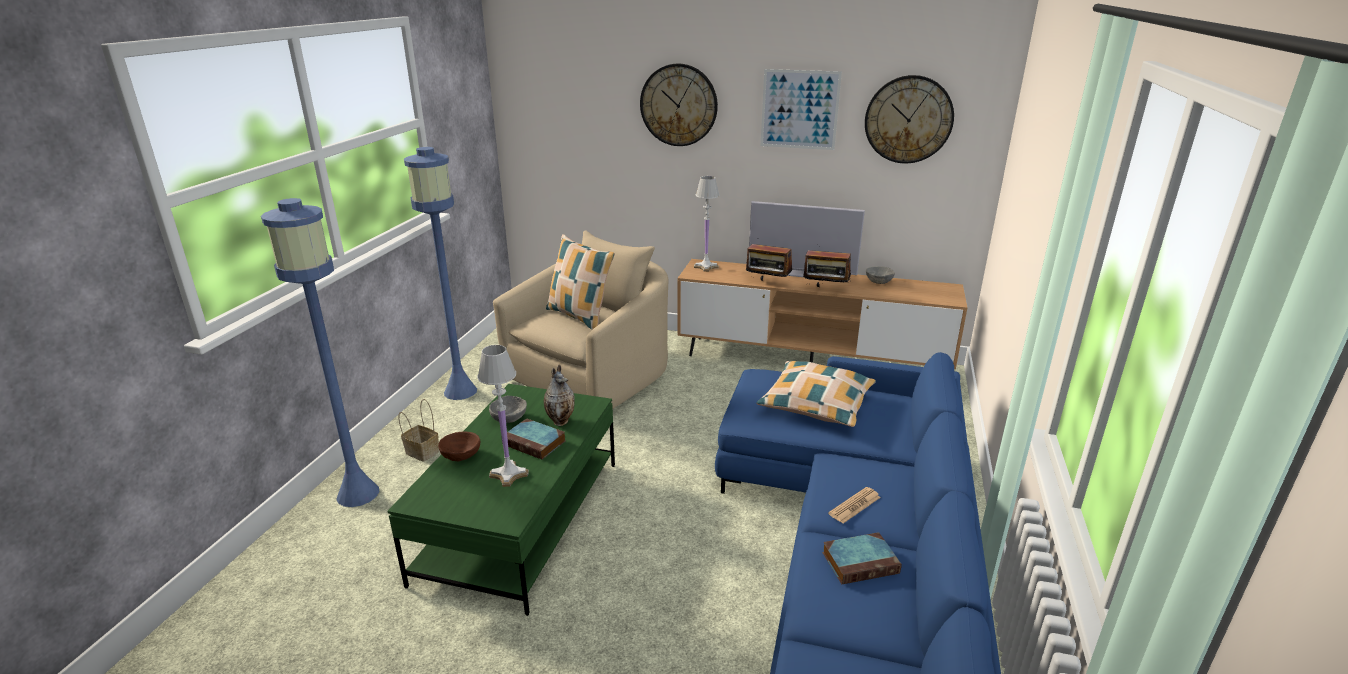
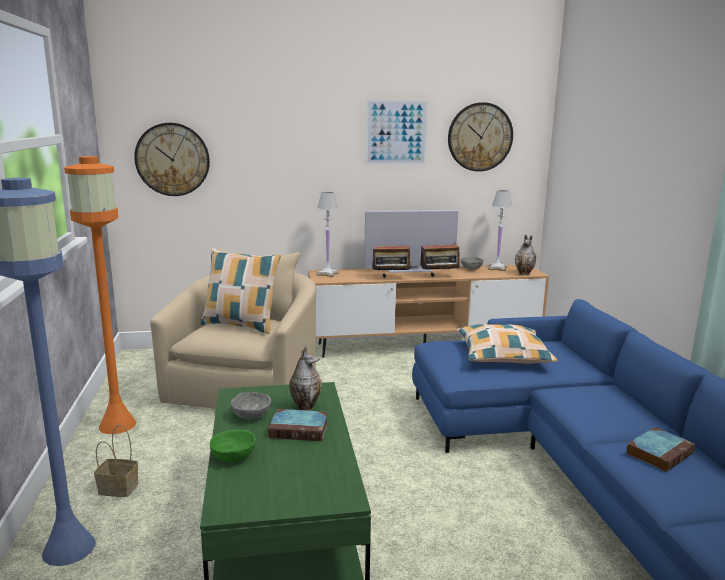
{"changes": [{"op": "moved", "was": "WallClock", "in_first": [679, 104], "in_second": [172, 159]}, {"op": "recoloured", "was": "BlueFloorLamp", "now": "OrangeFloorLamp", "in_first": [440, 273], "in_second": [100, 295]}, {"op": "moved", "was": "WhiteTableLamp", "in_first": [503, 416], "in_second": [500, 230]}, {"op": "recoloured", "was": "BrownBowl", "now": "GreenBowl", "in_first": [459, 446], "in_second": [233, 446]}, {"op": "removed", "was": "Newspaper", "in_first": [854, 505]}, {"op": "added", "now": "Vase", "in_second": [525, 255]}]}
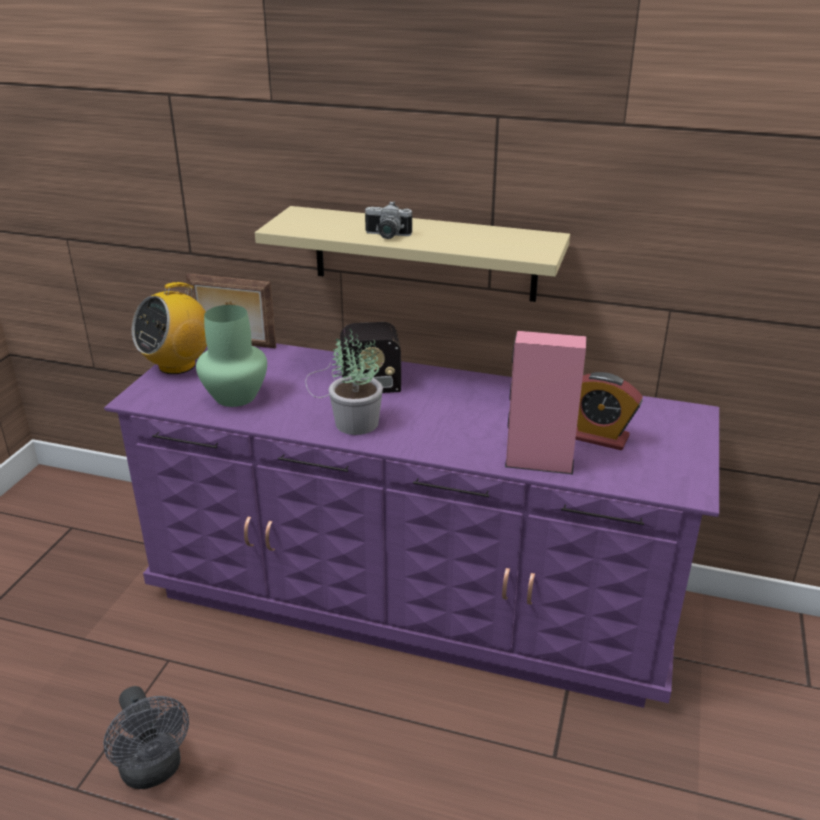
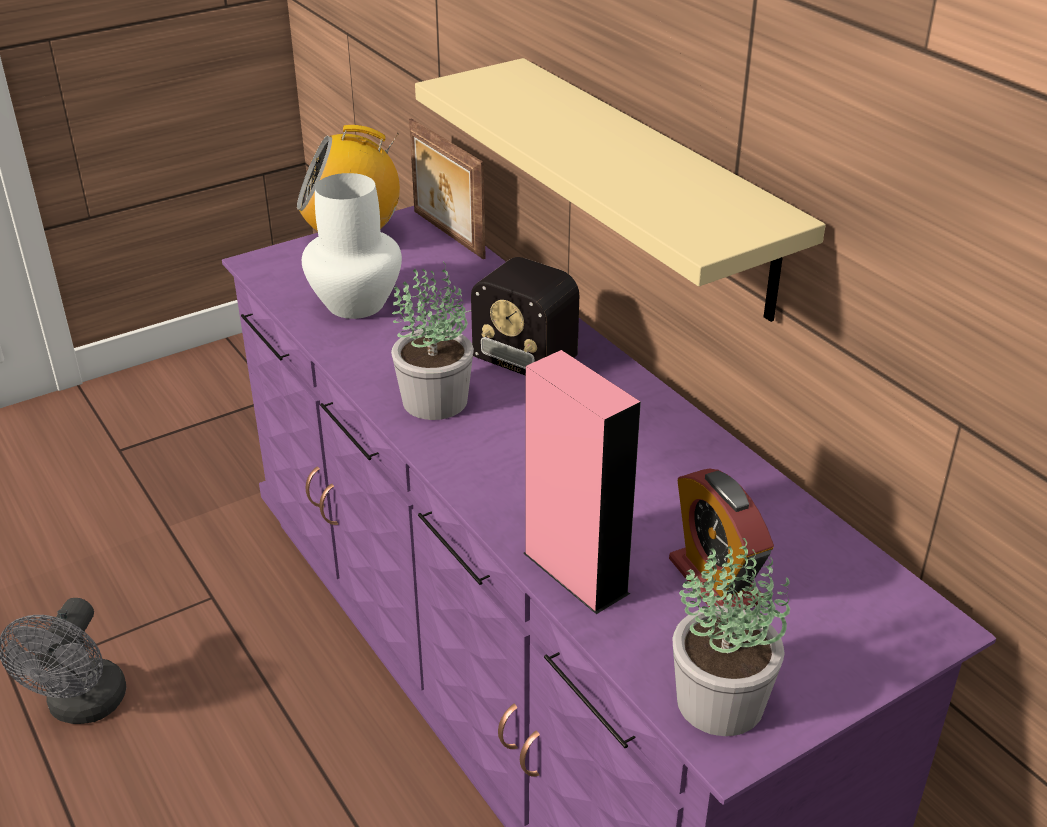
{"changes": [{"op": "removed", "was": "PhotoCamera", "in_first": [388, 220]}, {"op": "recoloured", "was": "GreenVase", "now": "WhiteVase", "in_first": [231, 356], "in_second": [352, 246]}, {"op": "added", "now": "PottedPlant", "in_second": [731, 637]}]}
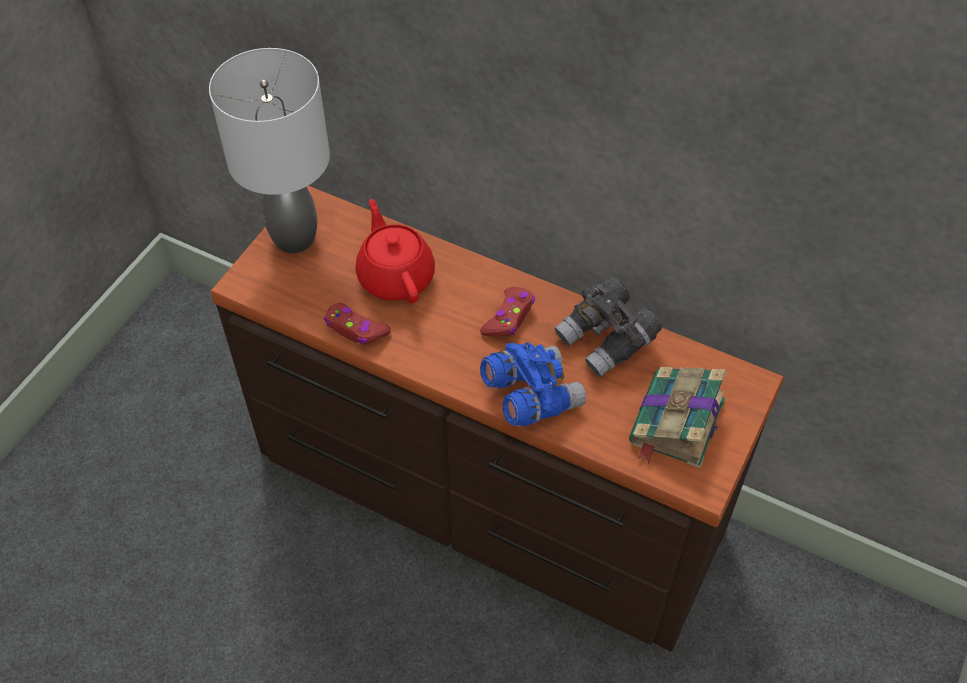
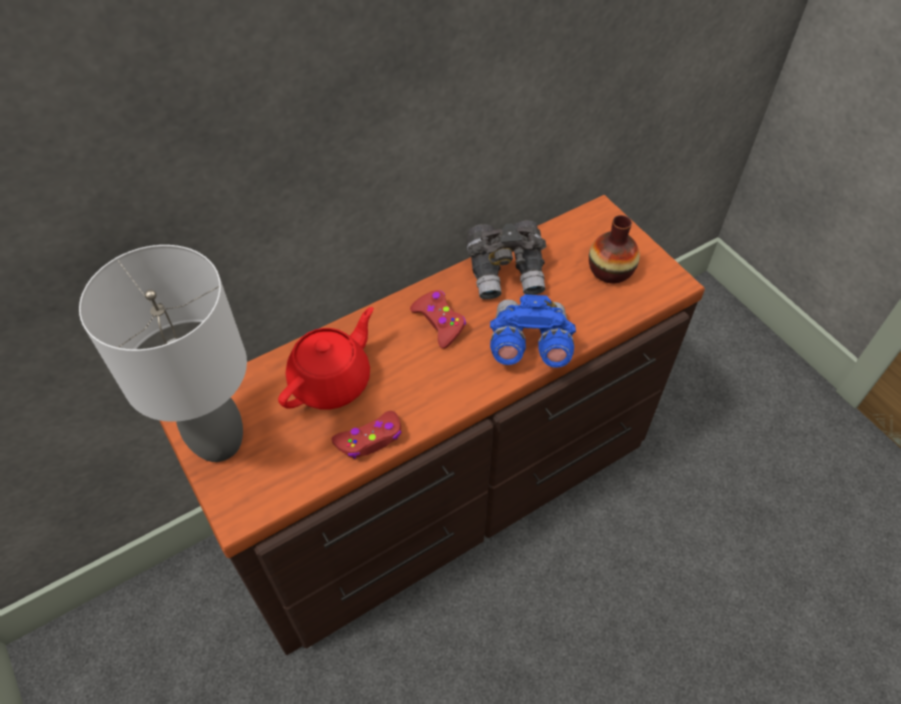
{"changes": [{"op": "turned", "was": "RedTeapot", "in_first": [395, 251], "in_second": [326, 358], "clockwise": 120}, {"op": "replaced", "was": "Book", "now": "Vase", "in_first": [677, 417], "in_second": [614, 249]}]}
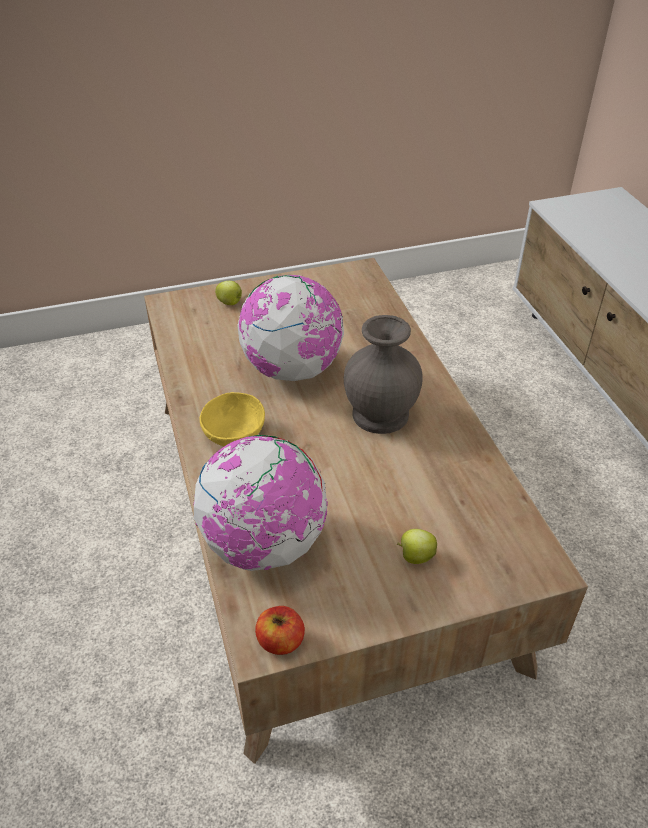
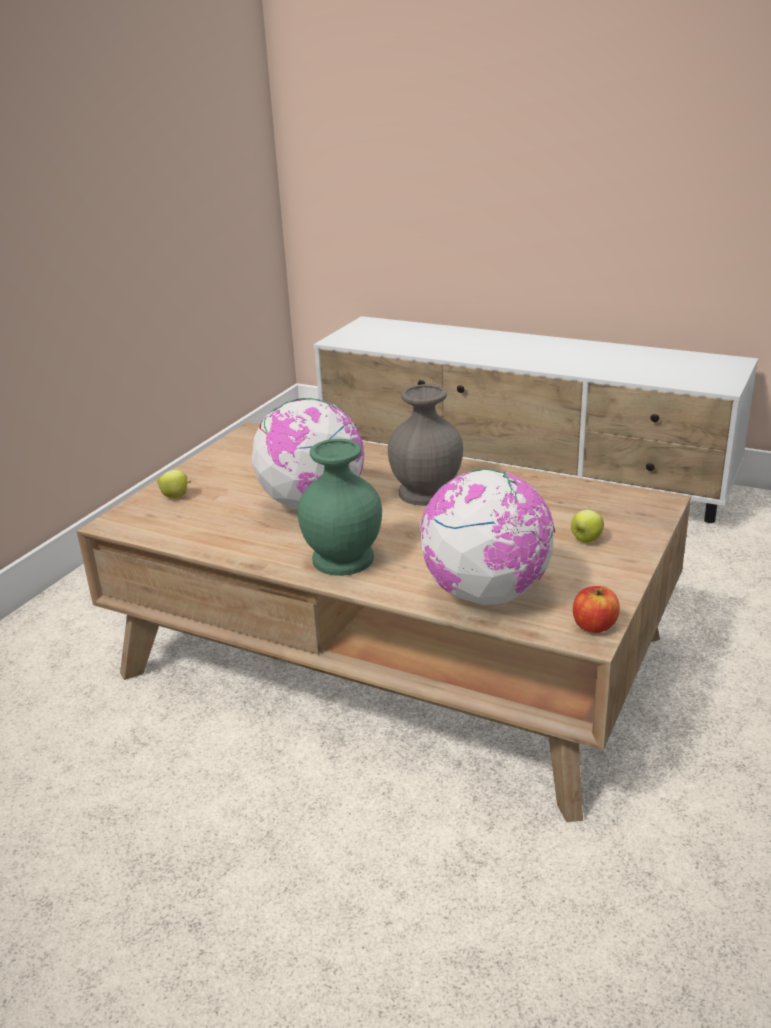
{"changes": [{"op": "replaced", "was": "YellowBowl", "now": "GreenVase", "in_first": [232, 419], "in_second": [340, 507]}]}
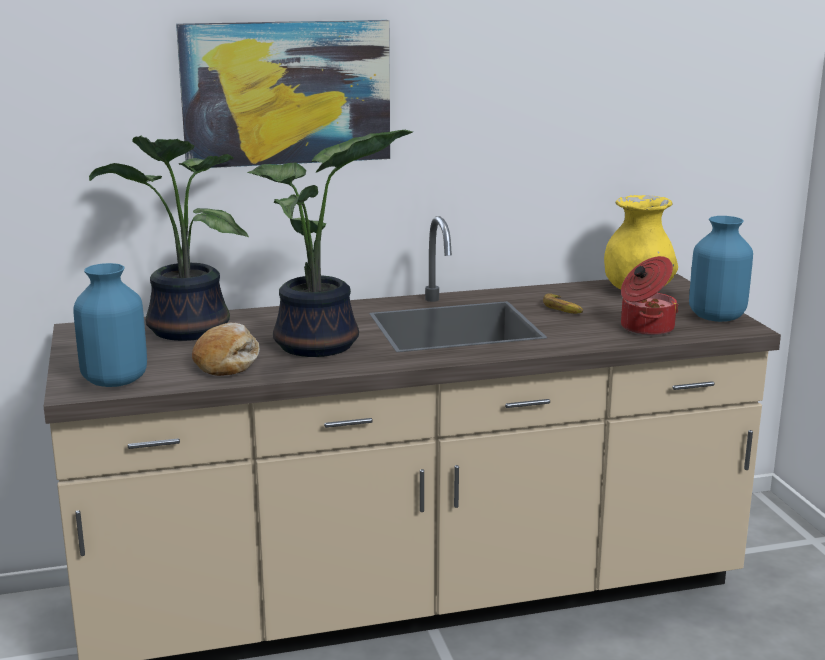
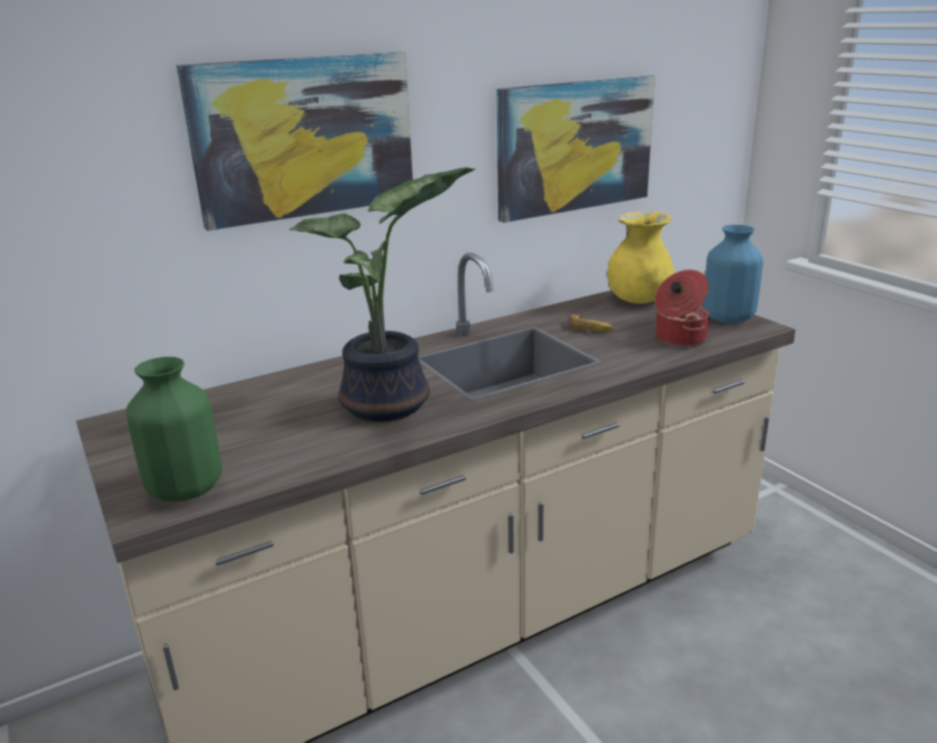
{"changes": [{"op": "removed", "was": "PottedPlant", "in_first": [169, 238]}, {"op": "recoloured", "was": "BlueVase", "now": "GreenVase", "in_first": [110, 325], "in_second": [174, 429]}, {"op": "removed", "was": "Bread", "in_first": [226, 349]}, {"op": "added", "now": "Picture", "in_second": [575, 149]}]}
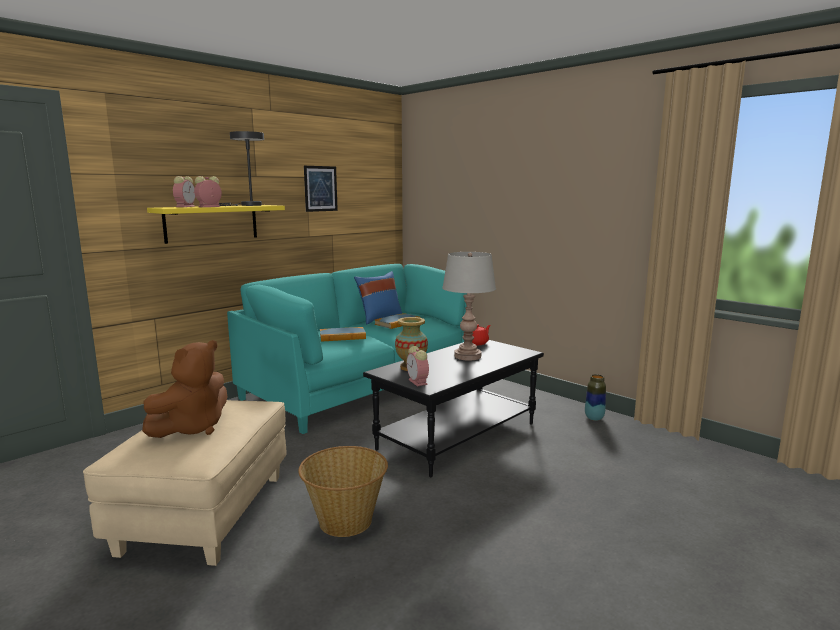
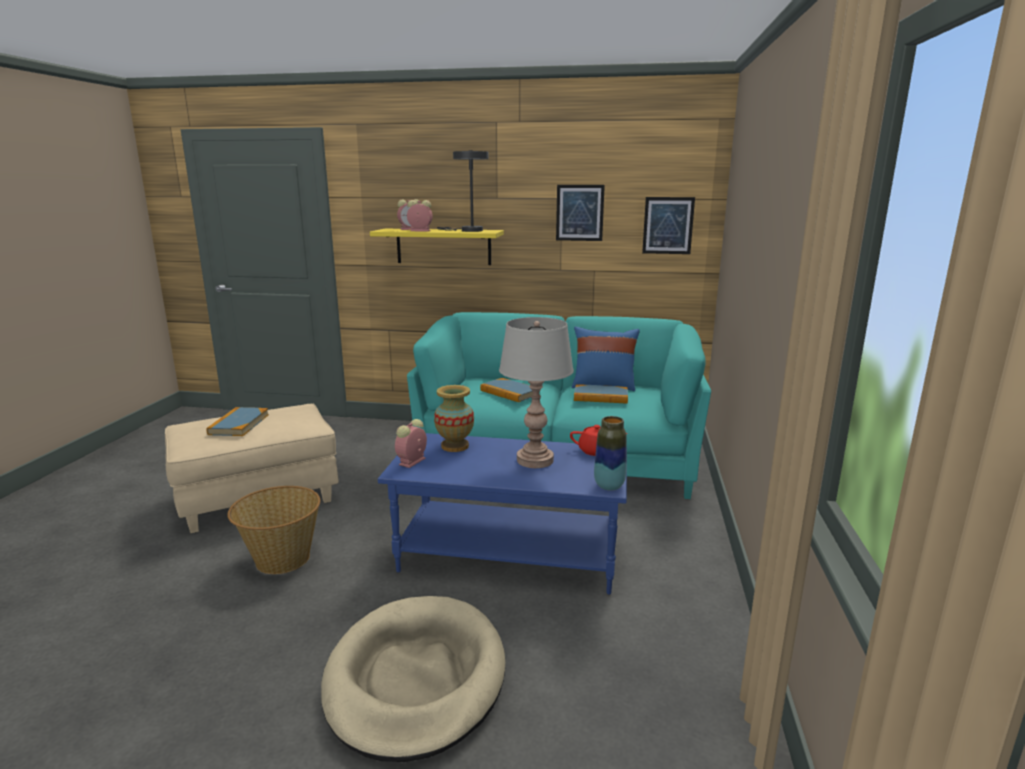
{"changes": [{"op": "replaced", "was": "BrownPlushToy", "now": "Book", "in_first": [185, 389], "in_second": [237, 421]}, {"op": "recoloured", "was": "BlackCoffeeTable", "now": "BlueCoffeeTable", "in_first": [453, 408], "in_second": [502, 514]}, {"op": "moved", "was": "Vase", "in_first": [595, 397], "in_second": [610, 453]}, {"op": "added", "now": "Picture", "in_second": [668, 225]}, {"op": "added", "now": "BeigeDogBed", "in_second": [413, 679]}]}
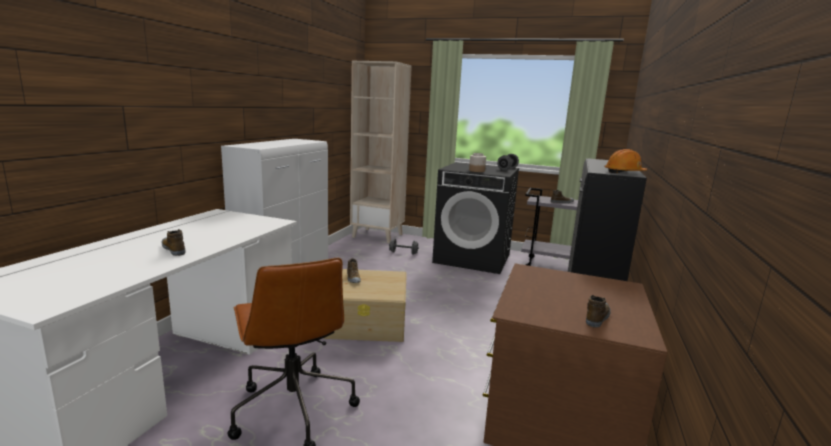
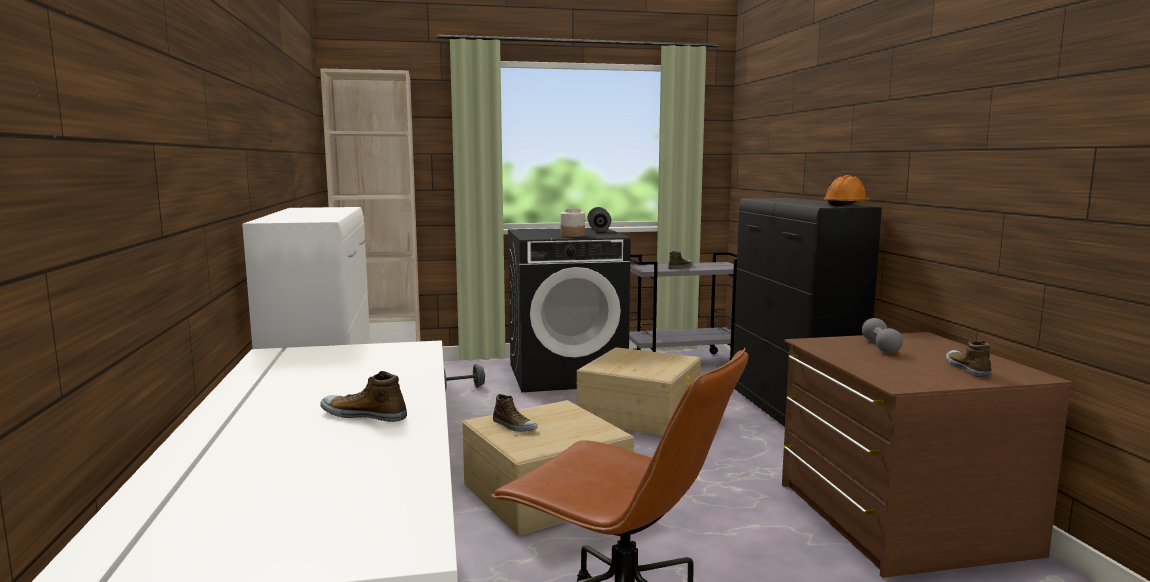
{"changes": [{"op": "added", "now": "GreyDumbbell", "in_second": [882, 336]}, {"op": "added", "now": "BeigeStorageBox", "in_second": [639, 391]}]}
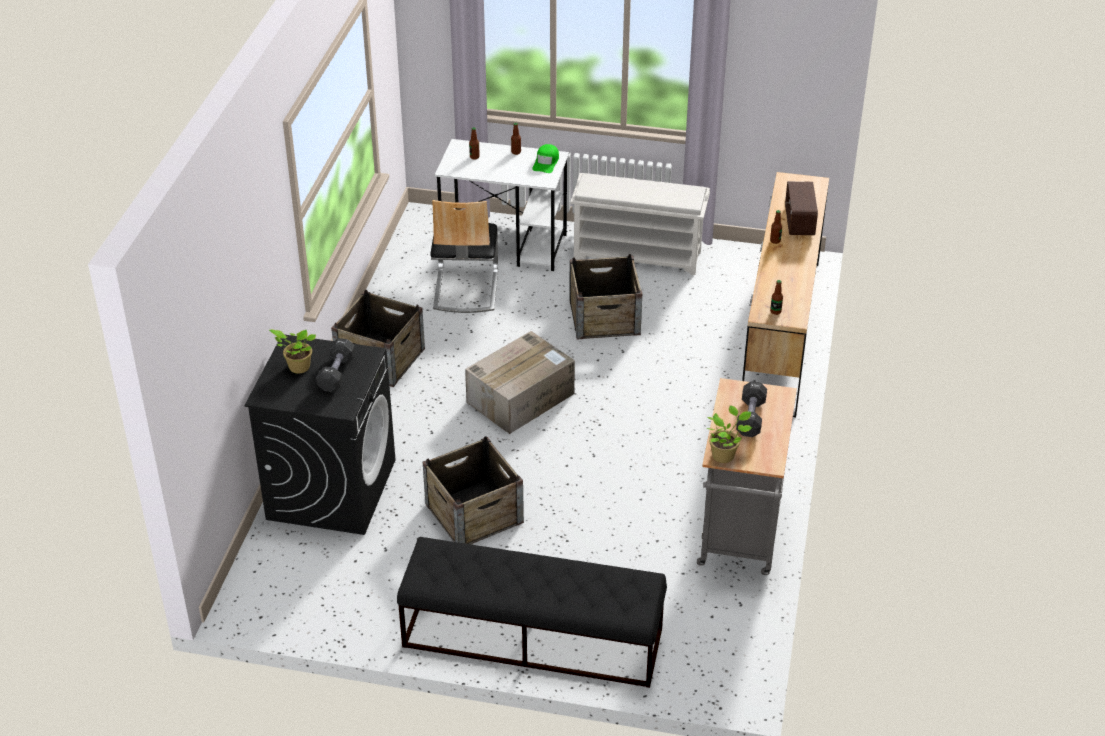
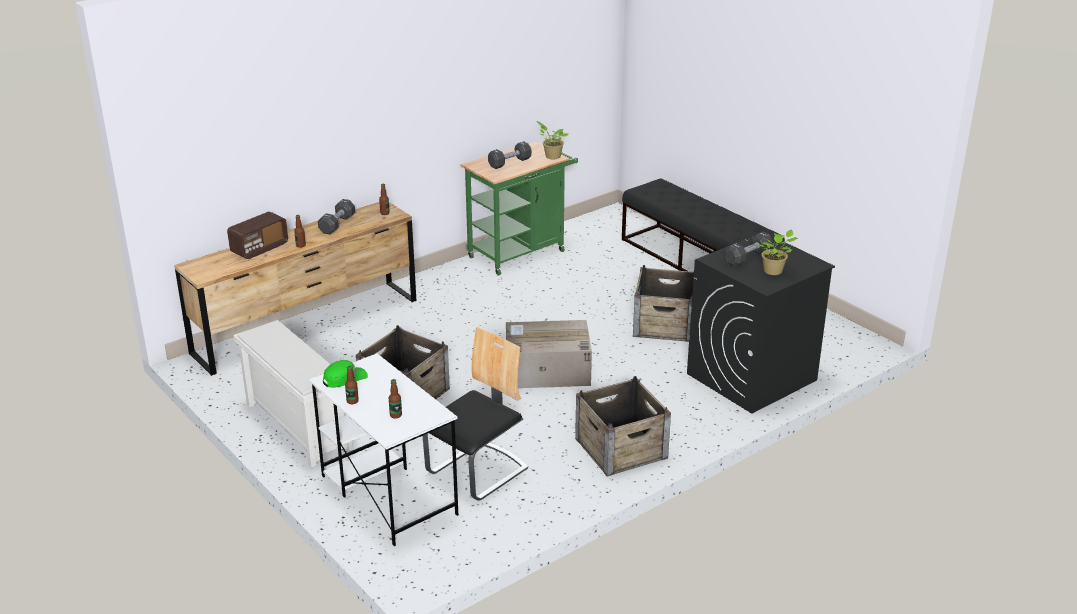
{"changes": [{"op": "recoloured", "was": "GreyCart", "now": "GreenCart", "in_first": [747, 476], "in_second": [519, 209]}, {"op": "added", "now": "BlackDumbbell", "in_second": [336, 217]}]}
